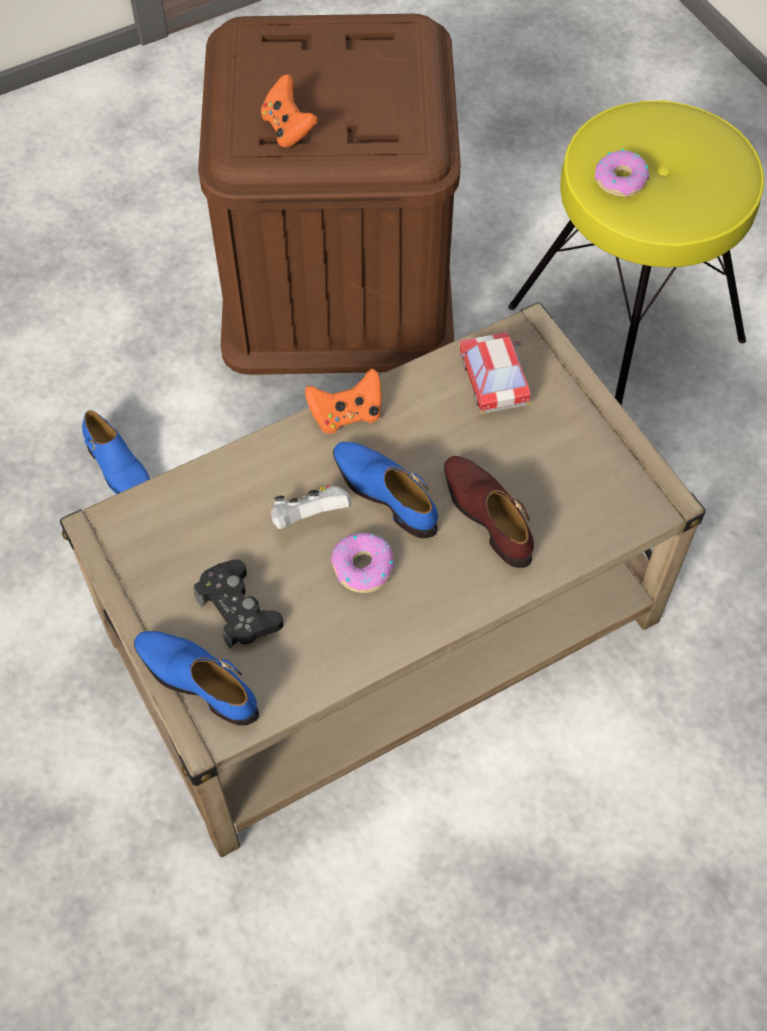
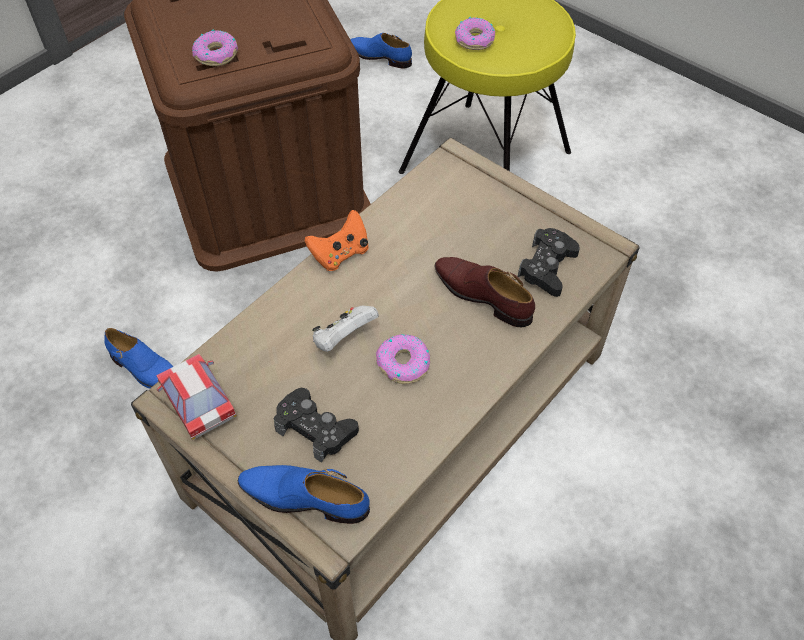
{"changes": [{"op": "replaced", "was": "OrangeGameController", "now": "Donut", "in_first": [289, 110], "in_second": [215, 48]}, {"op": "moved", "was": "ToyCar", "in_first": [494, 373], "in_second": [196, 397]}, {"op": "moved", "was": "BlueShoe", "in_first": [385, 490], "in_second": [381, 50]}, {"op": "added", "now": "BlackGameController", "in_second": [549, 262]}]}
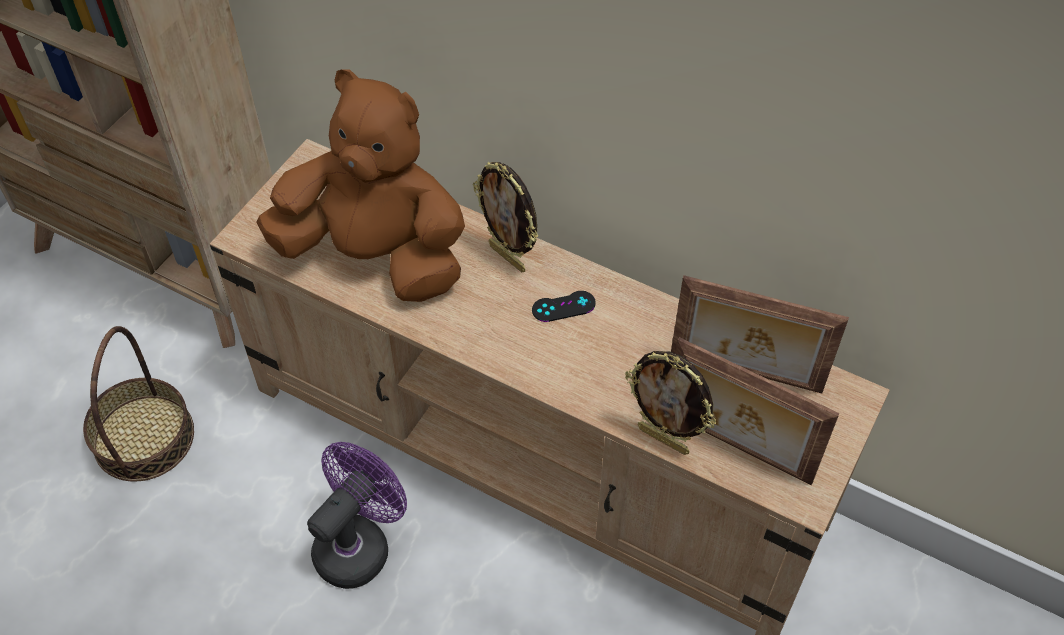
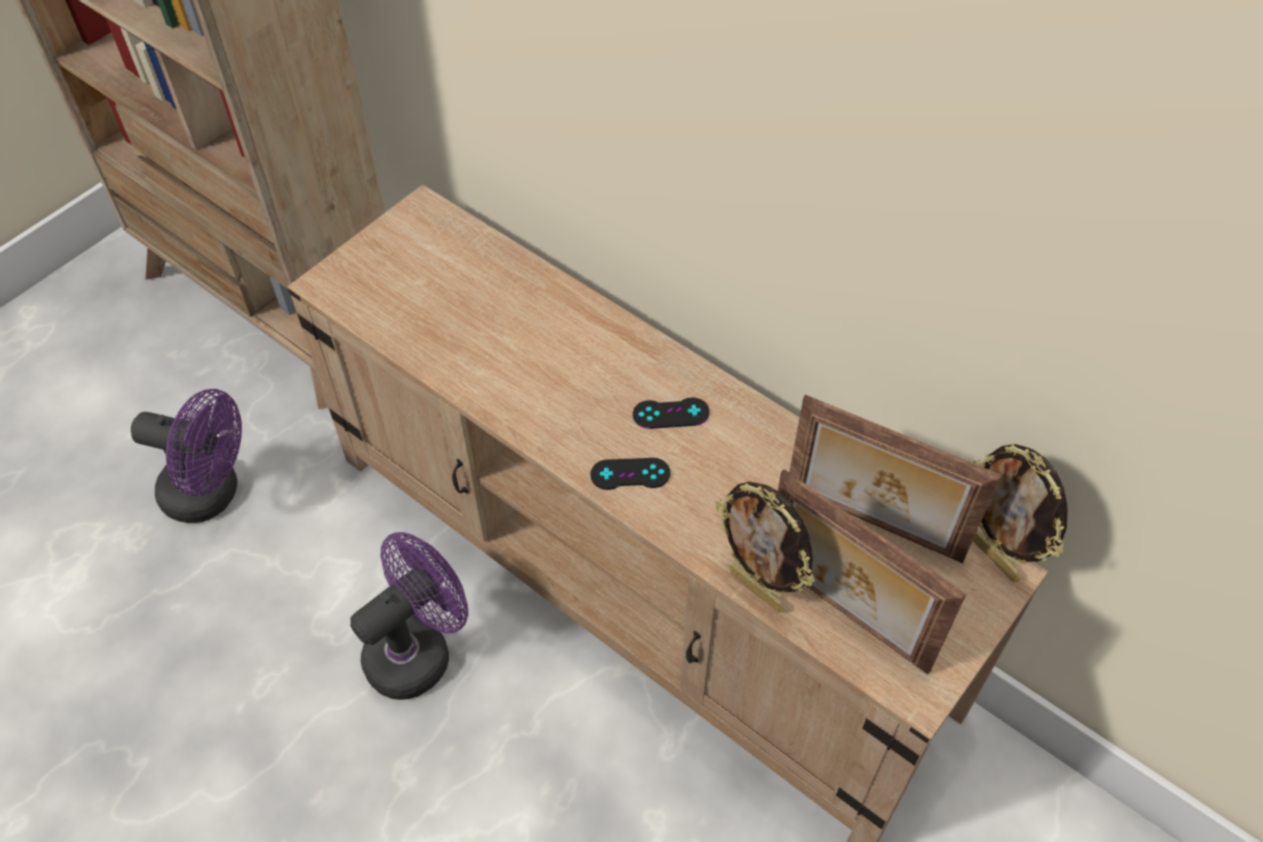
{"changes": [{"op": "removed", "was": "BrownPlushToy", "in_first": [360, 185]}, {"op": "moved", "was": "PictureFrame", "in_first": [505, 217], "in_second": [1020, 513]}, {"op": "replaced", "was": "Basket", "now": "PurpleFan", "in_first": [138, 404], "in_second": [186, 456]}, {"op": "added", "now": "BlackGameController", "in_second": [630, 474]}]}
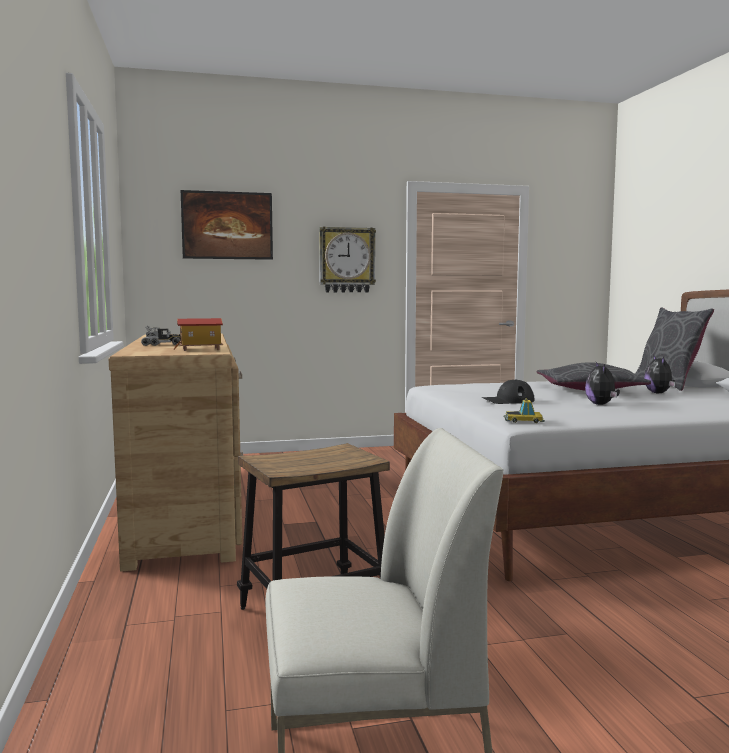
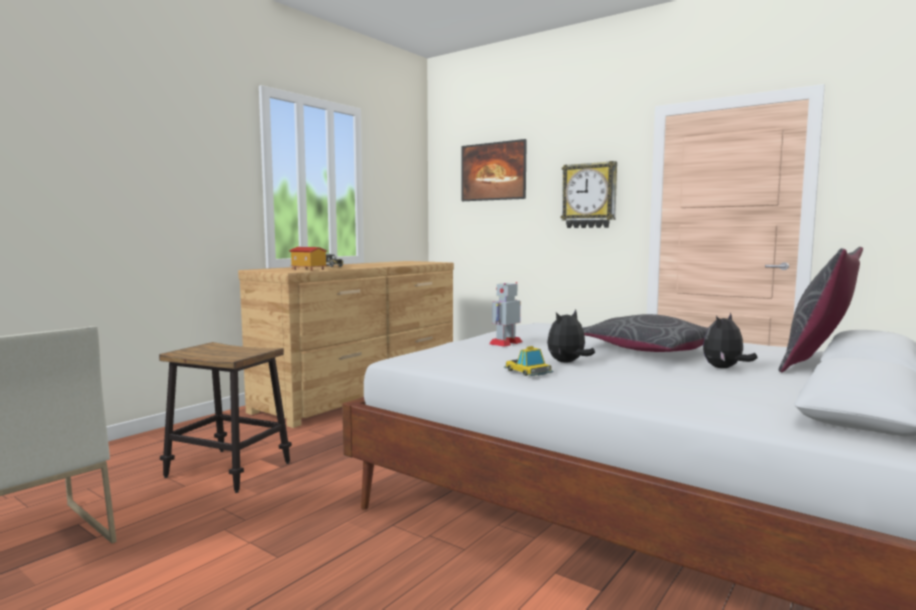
{"changes": [{"op": "replaced", "was": "BlackCap", "now": "ToyRobot", "in_first": [508, 391], "in_second": [505, 314]}, {"op": "moved", "was": "ToyCar", "in_first": [524, 410], "in_second": [528, 361]}]}
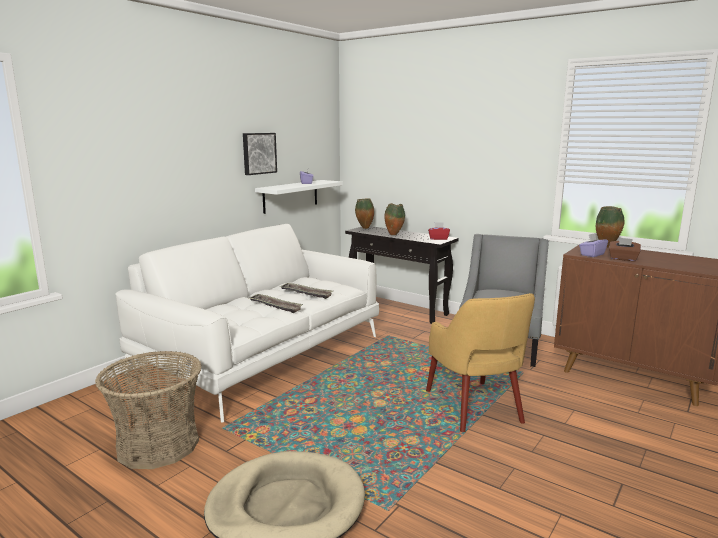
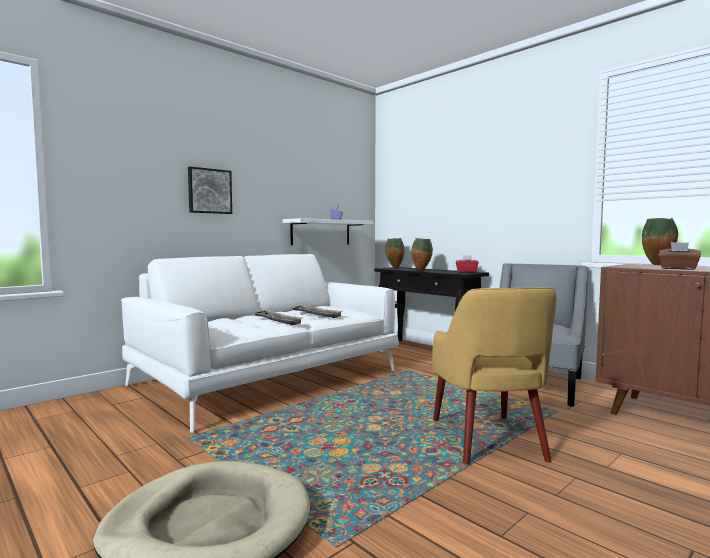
{"changes": [{"op": "moved", "was": "Picture", "in_first": [260, 154], "in_second": [210, 190]}, {"op": "removed", "was": "PurpleTissueBox", "in_first": [593, 245]}, {"op": "removed", "was": "Basket", "in_first": [148, 410]}]}
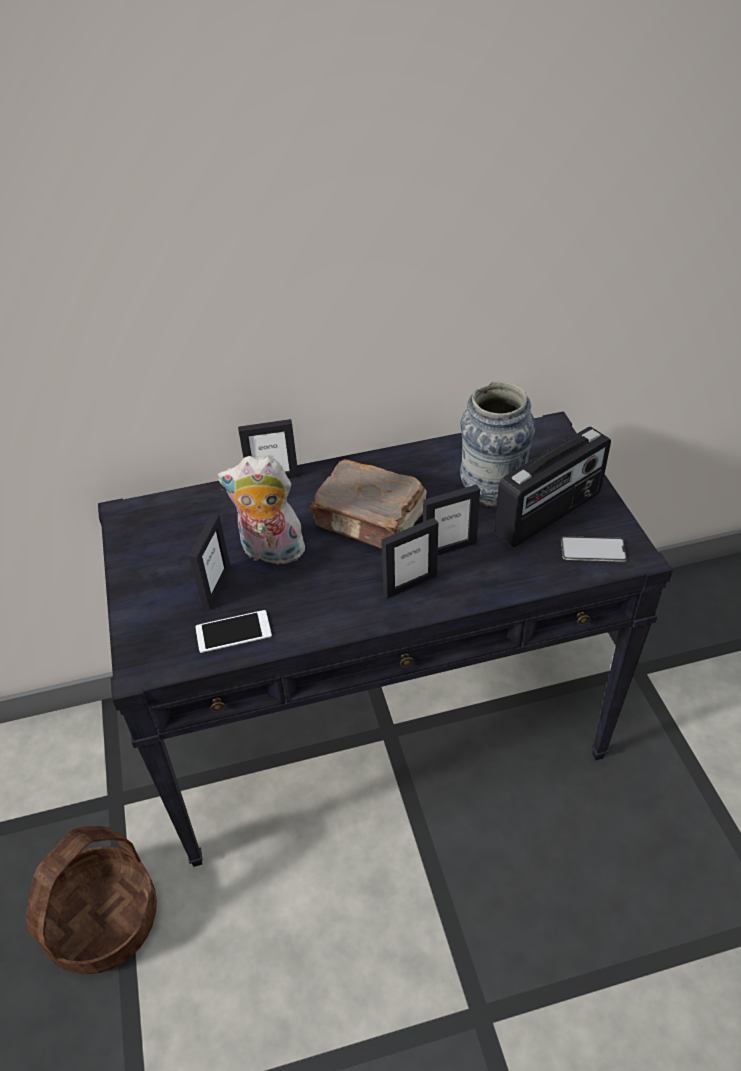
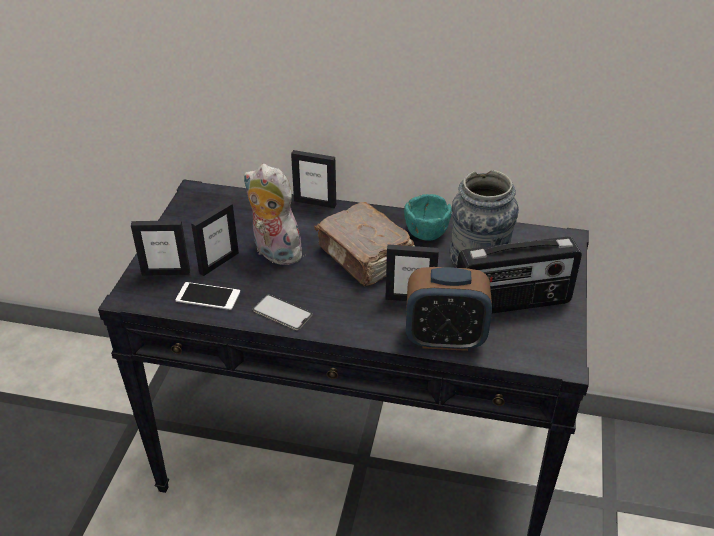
{"changes": [{"op": "moved", "was": "PictureFrame", "in_first": [410, 558], "in_second": [160, 248]}, {"op": "moved", "was": "Phone", "in_first": [594, 549], "in_second": [282, 312]}, {"op": "removed", "was": "Basket", "in_first": [91, 900]}, {"op": "added", "now": "TurquoiseBowl", "in_second": [428, 217]}, {"op": "added", "now": "AlarmClock", "in_second": [449, 309]}]}
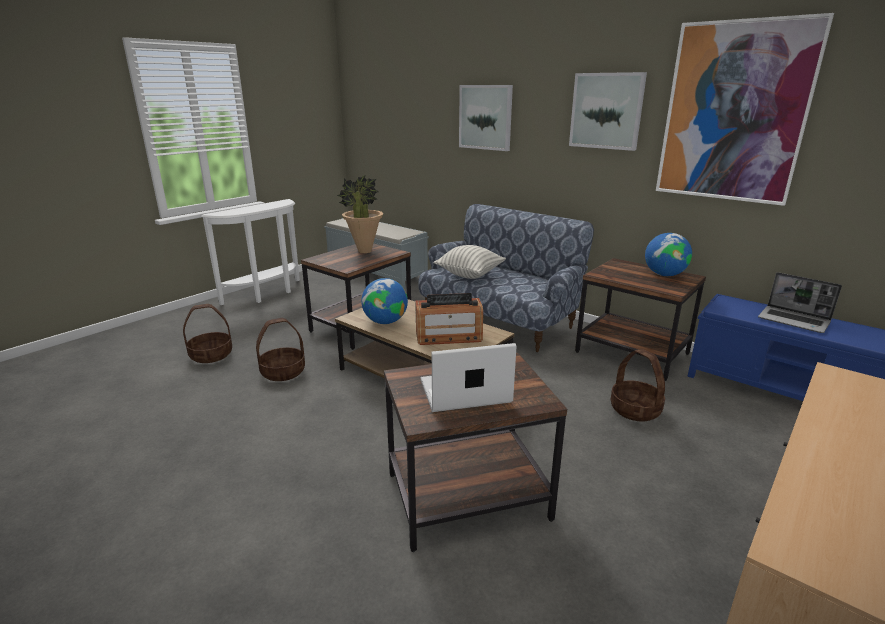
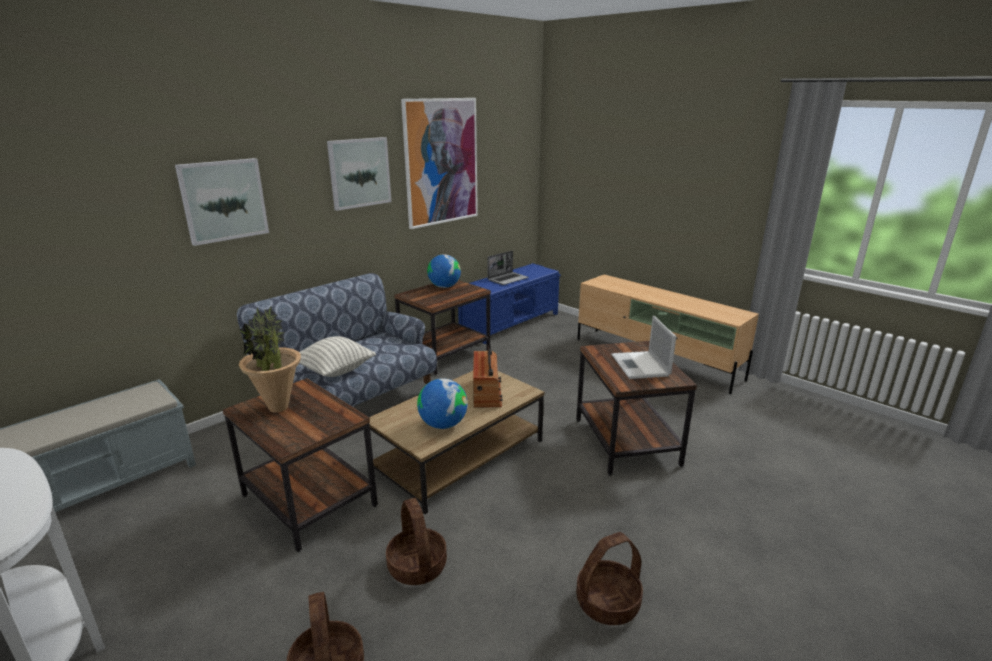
{"changes": [{"op": "moved", "was": "Basket", "in_first": [637, 385], "in_second": [609, 578]}]}
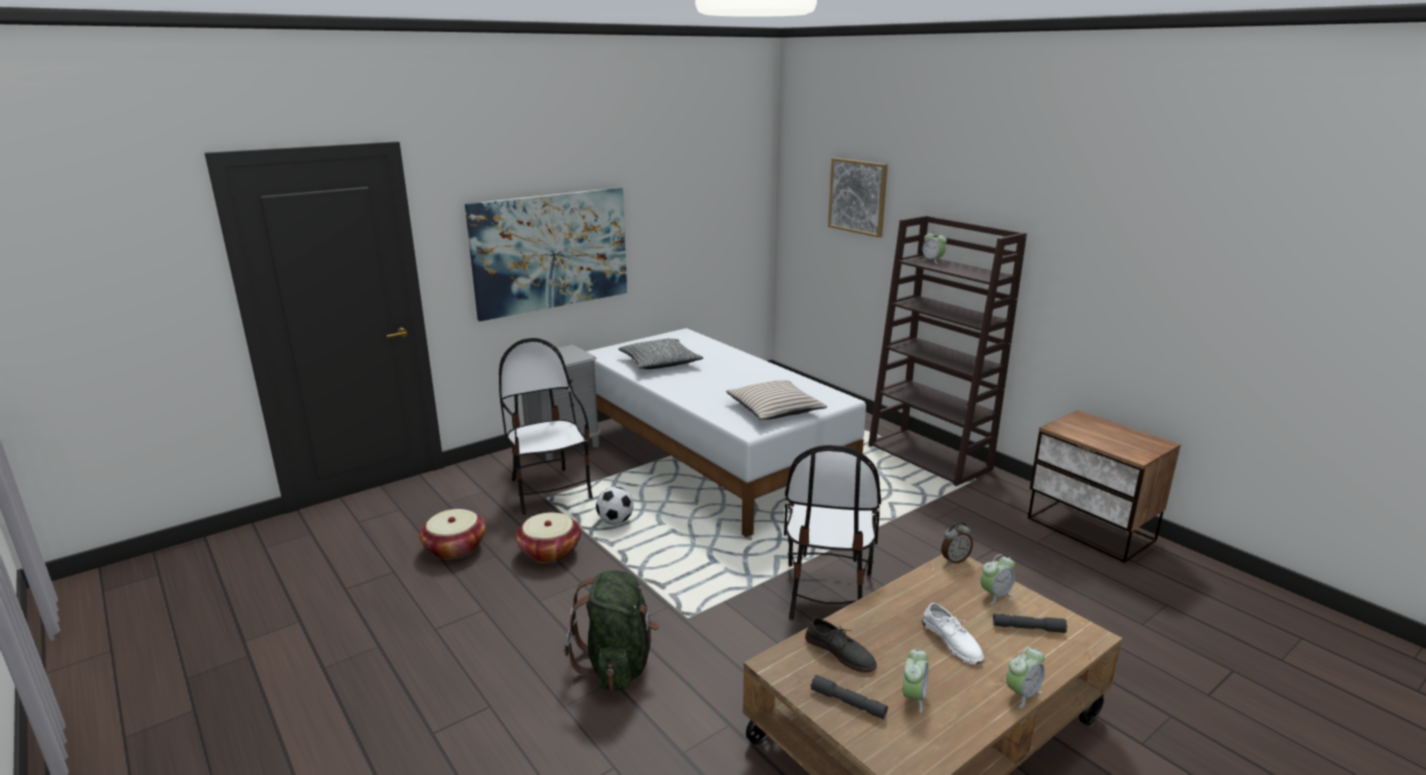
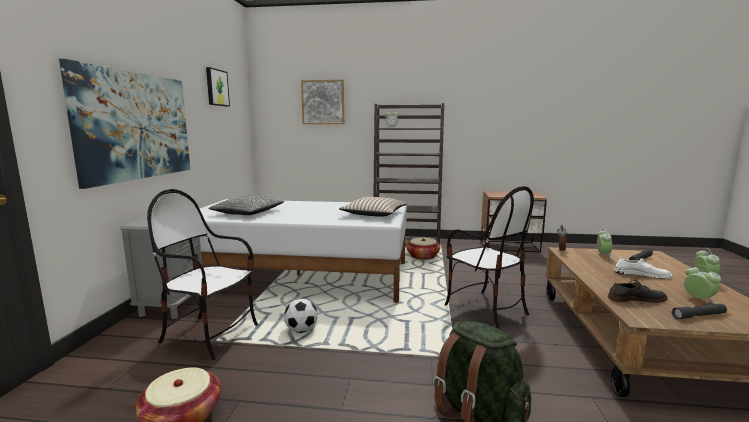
{"changes": [{"op": "moved", "was": "Basket", "in_first": [548, 537], "in_second": [423, 248]}, {"op": "added", "now": "Picture", "in_second": [218, 87]}]}
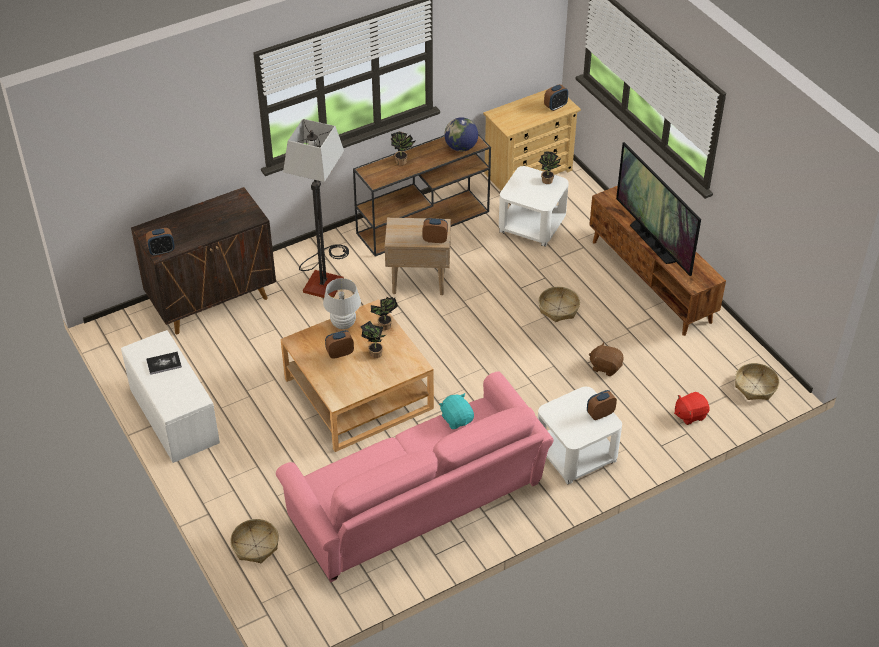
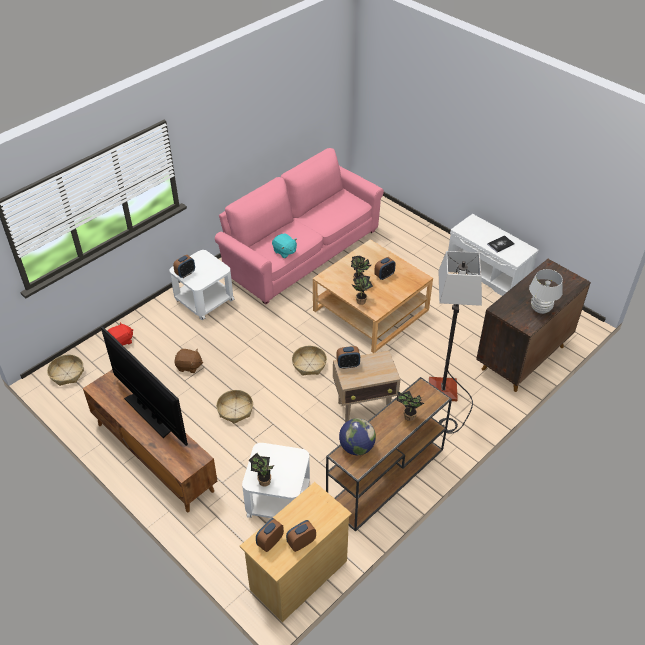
{"changes": [{"op": "moved", "was": "AlarmClock", "in_first": [160, 242], "in_second": [301, 536]}, {"op": "moved", "was": "WhiteTableLamp", "in_first": [342, 303], "in_second": [546, 291]}, {"op": "moved", "was": "Basket", "in_first": [254, 541], "in_second": [309, 361]}]}
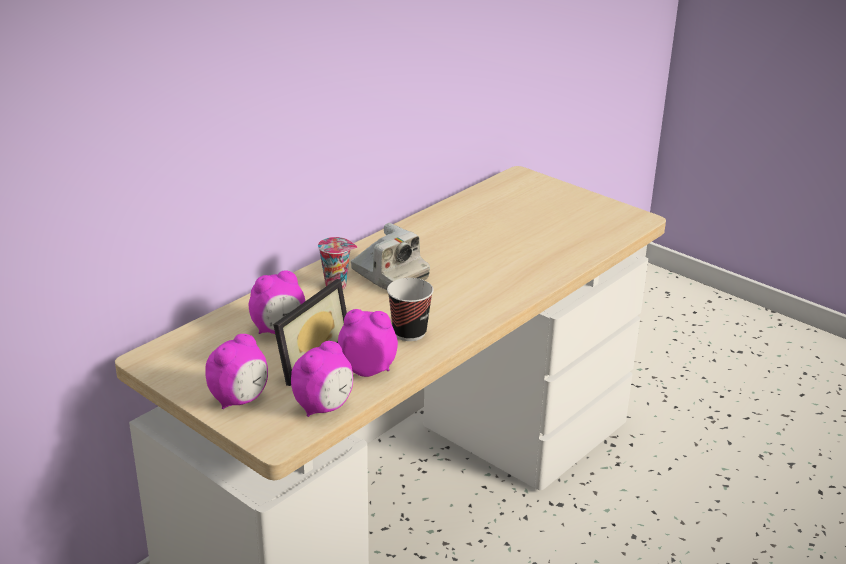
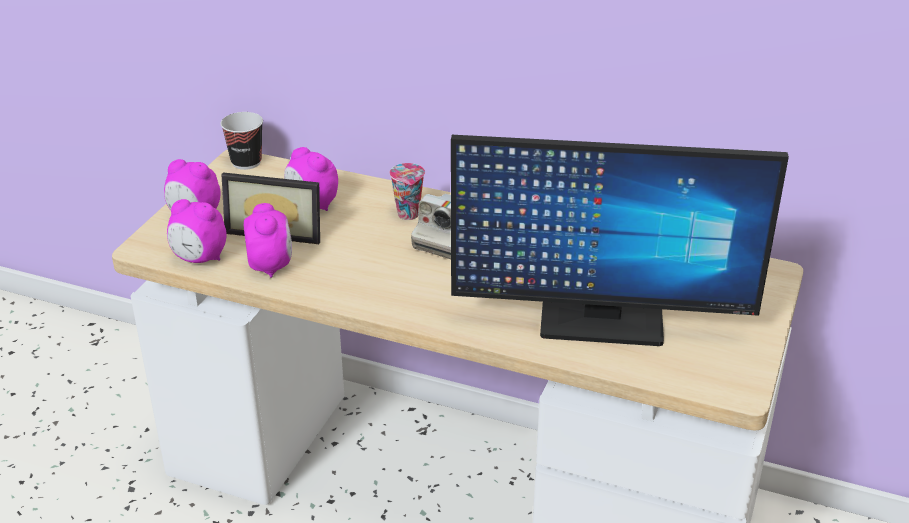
{"changes": [{"op": "moved", "was": "Cup", "in_first": [410, 309], "in_second": [242, 141]}, {"op": "added", "now": "Monitor", "in_second": [620, 240]}]}
